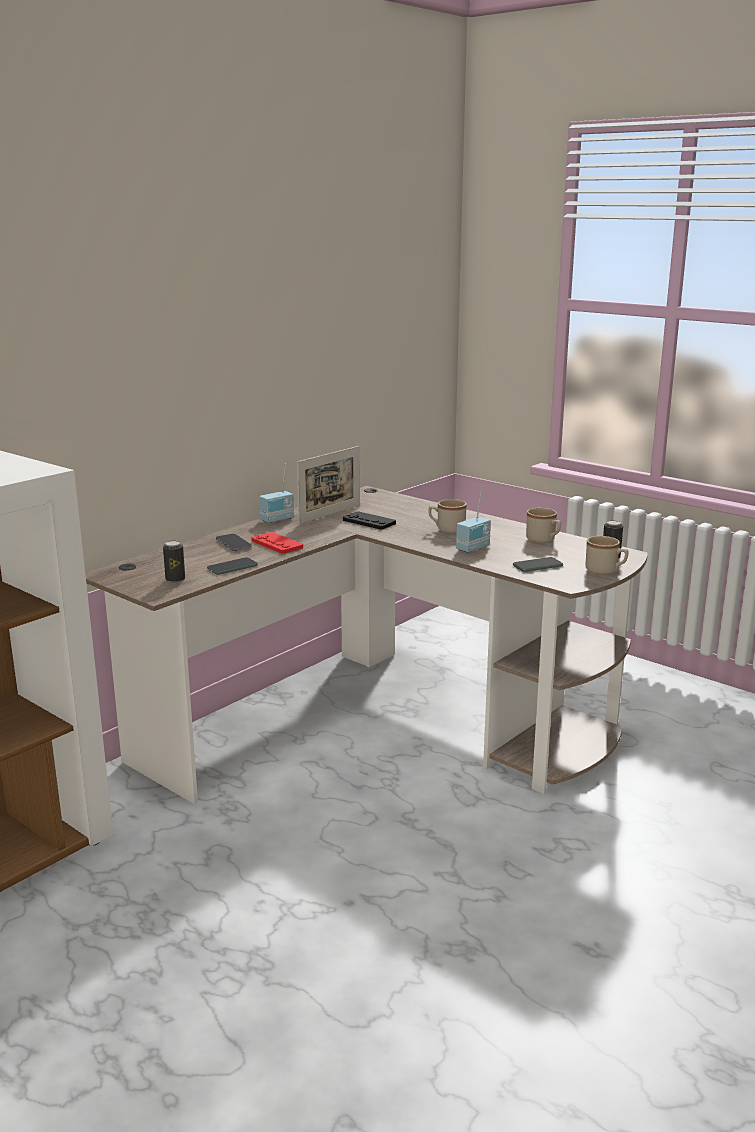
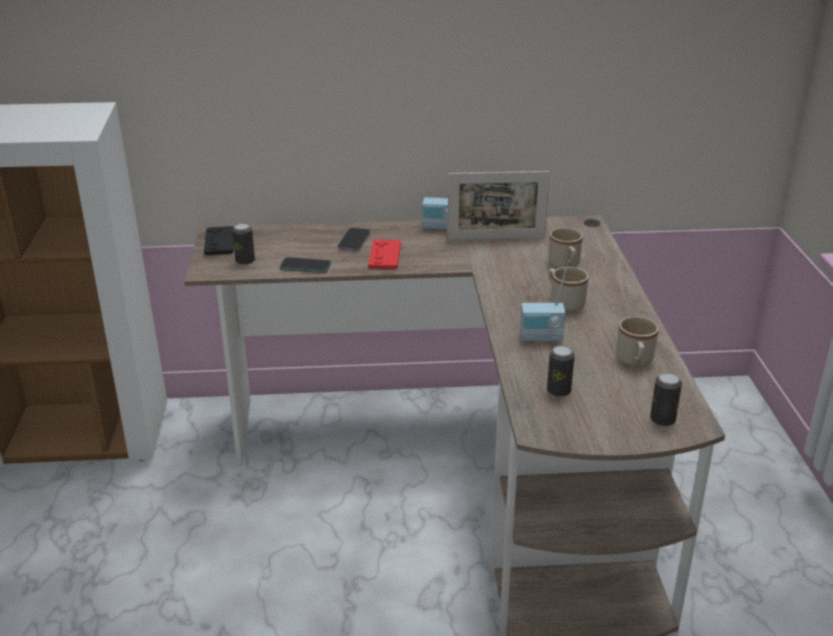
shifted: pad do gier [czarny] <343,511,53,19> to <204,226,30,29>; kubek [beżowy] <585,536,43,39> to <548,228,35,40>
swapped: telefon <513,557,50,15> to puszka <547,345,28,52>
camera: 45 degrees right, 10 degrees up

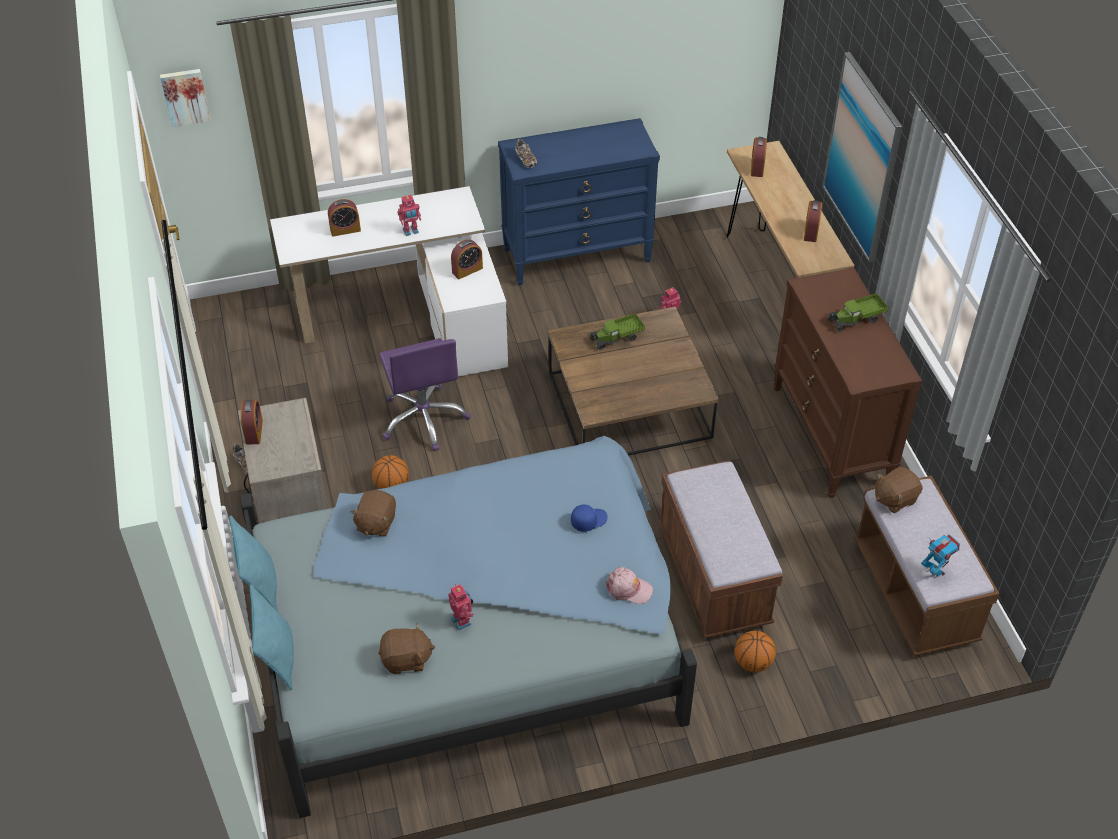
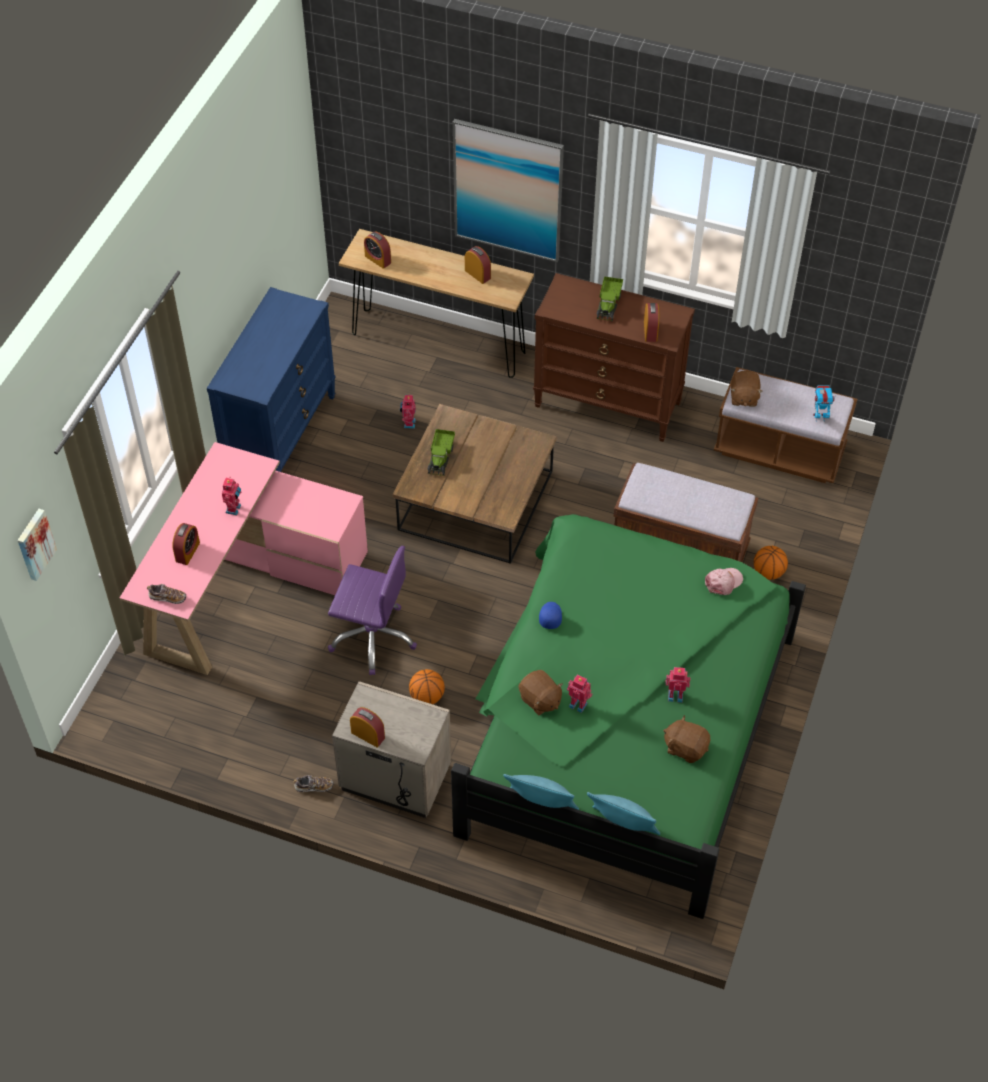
new: robot zabawkowy <567,675,25,38>
shifted: budzik <451,239,32,40> to <644,303,15,39>; but <515,139,22,29> to <147,584,39,20>; czapka z daszkiem [niebieski] <571,505,36,27> to <539,602,23,27>
repainted: łóżko [niebieski] <240,436,457,382> to łóżko [zielony] <451,514,355,405>; biurko [biały] <270,186,238,191> to biurko [różowy] <120,442,248,233>
rotated: pluszak [brązowy] <378,623,57,51> = <663,715,47,48> 90 degrees counterclockwise
camera: 55 degrees left, 5 degrees up

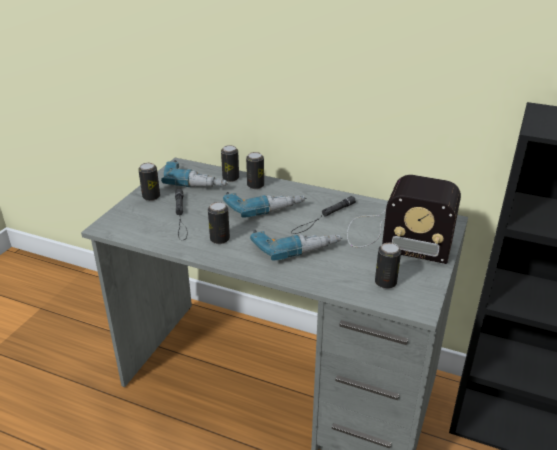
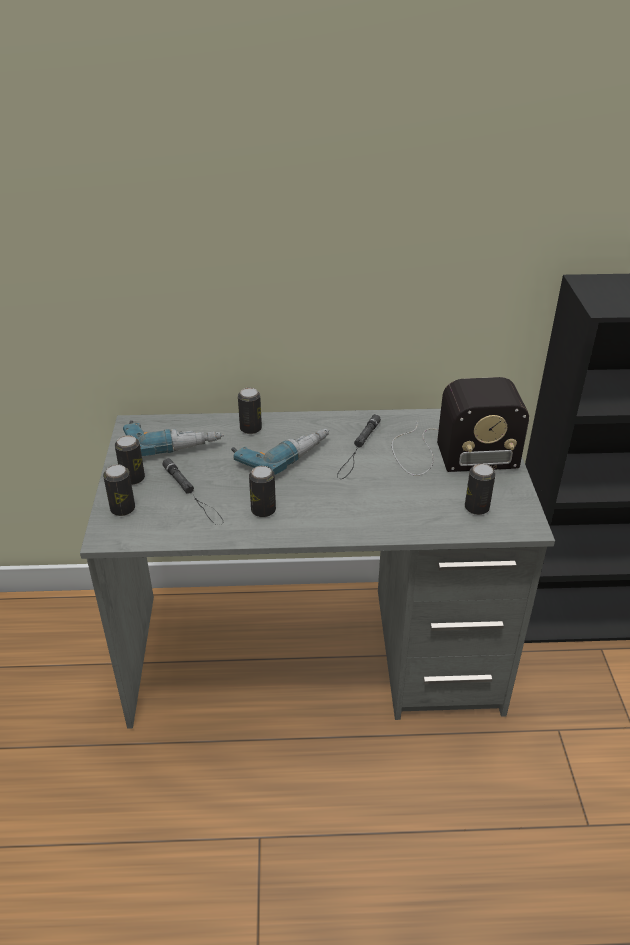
gone: wiertarka <250,230,93,31>
shifted: puszka <221,145,18,37> to <103,464,32,52>
camera: 25 degrees left, 5 degrees up

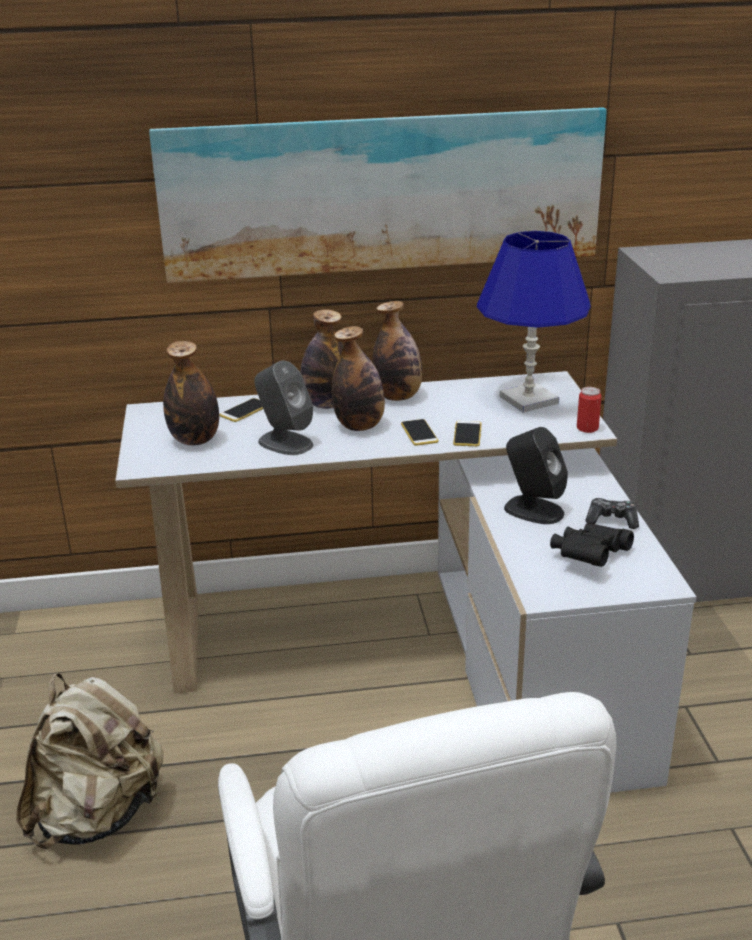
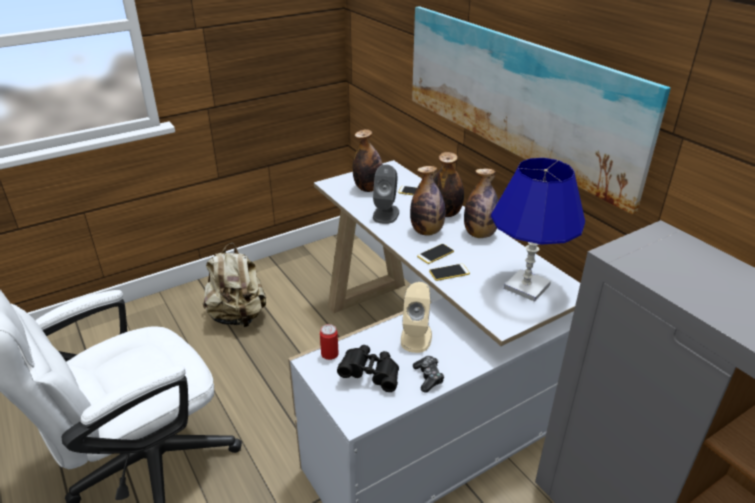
shifted: puszka <577,387,24,46> to <320,324,19,36>
repainted: głośnik [czarny] <504,427,64,97> to głośnik [beżowy] <401,282,31,71>
camera: 65 degrees right, 5 degrees up

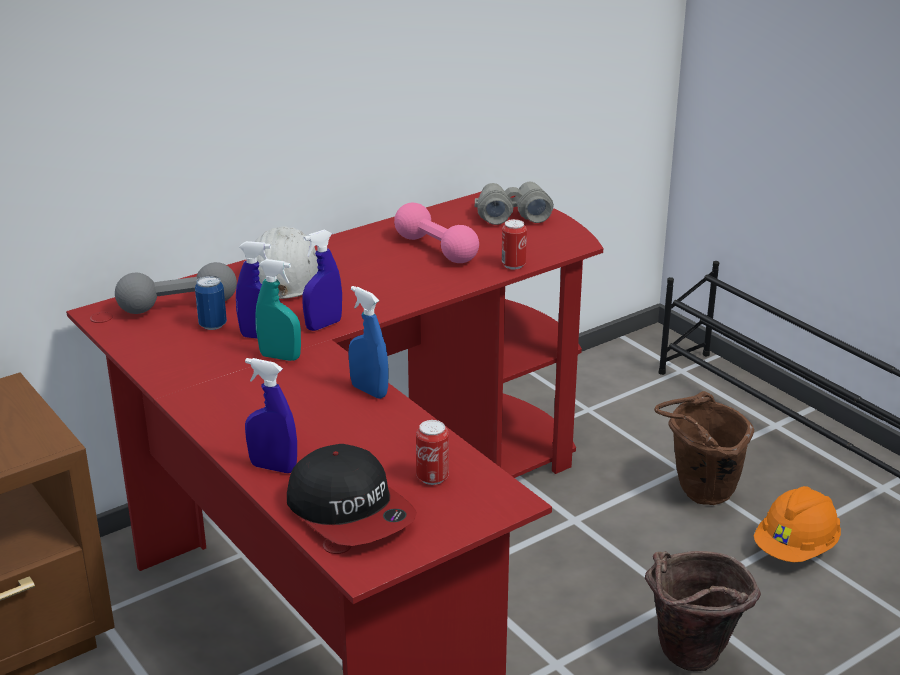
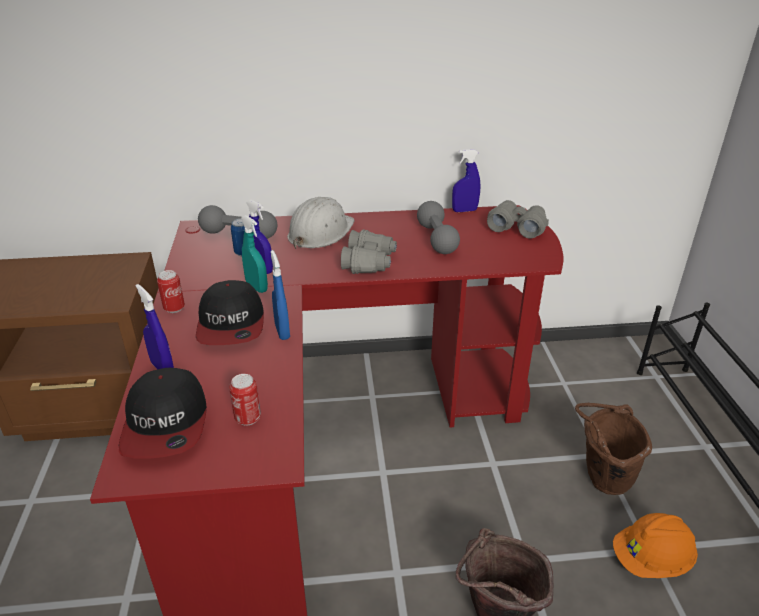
new: czapka z daszkiem <196,280,68,65>; lornetka [szary] <341,229,56,45>
shifted: spryskiwacz [niebieski] <302,230,40,101> to <452,149,28,63>; puszka <502,219,25,51> to <157,270,28,43>
repainted: hantel [różowy] <394,203,85,60> to hantel [szary] <417,201,43,53>
camera: 30 degrees right, 5 degrees up

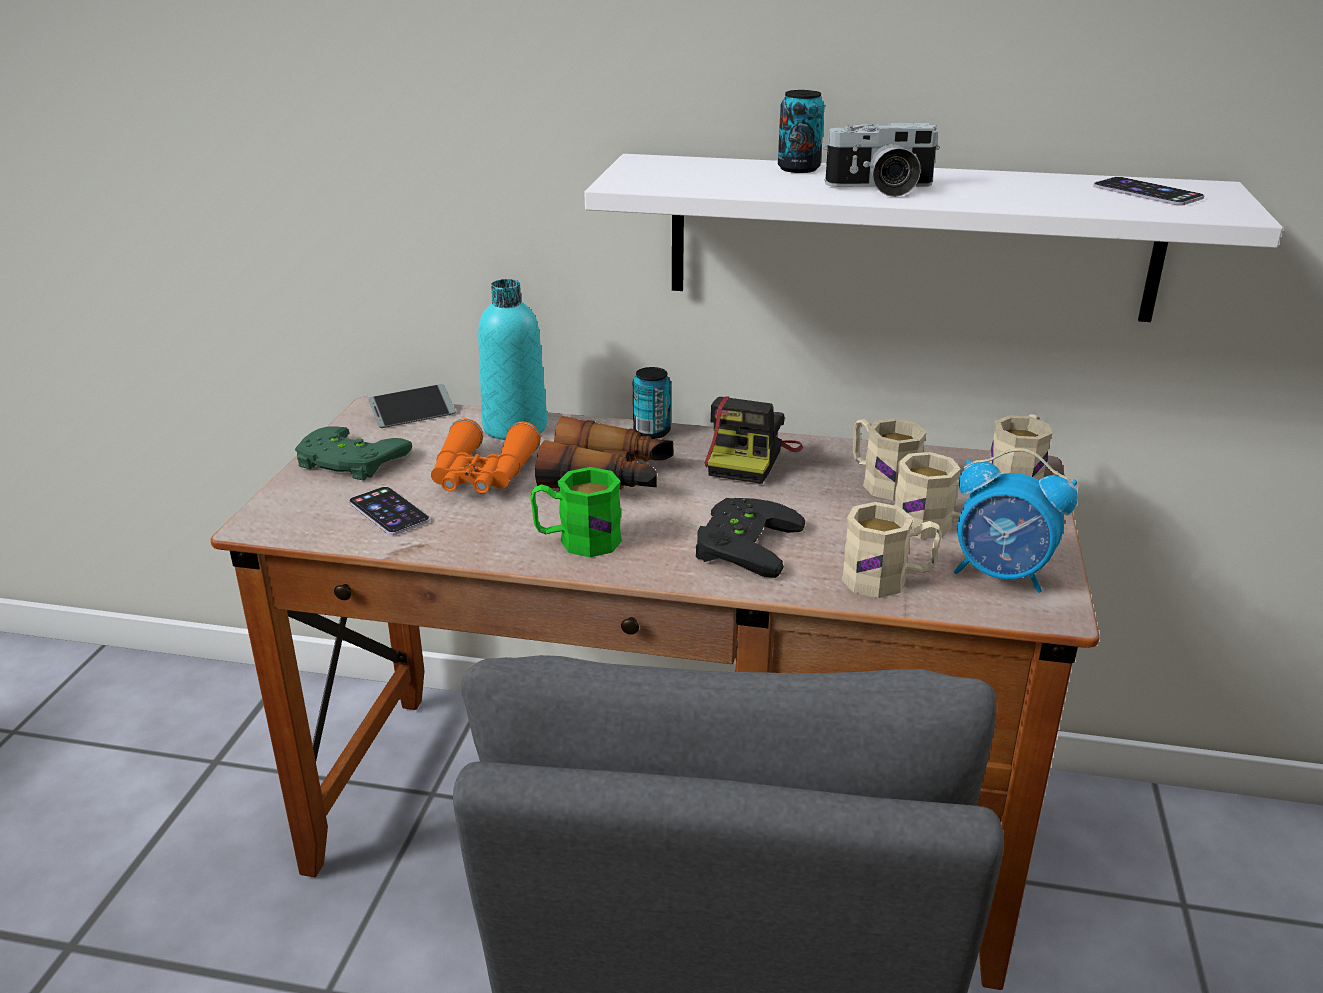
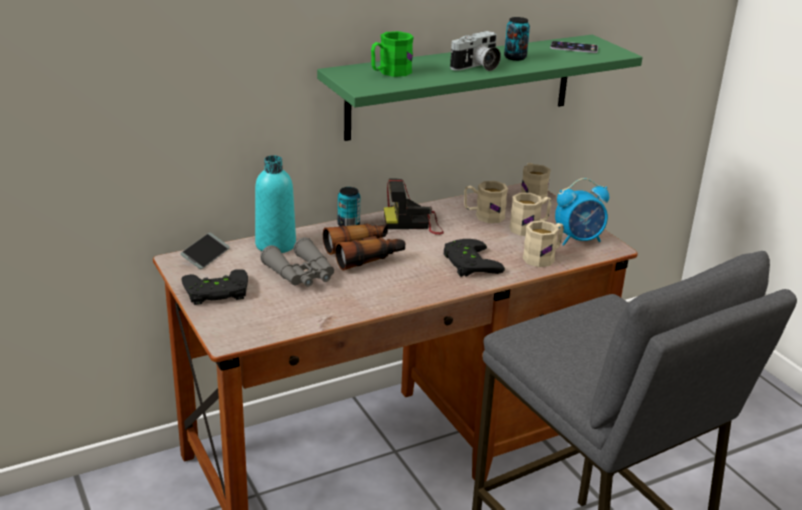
gone: telefon <349,487,81,48>
shifted: kubek [zielony] <530,467,92,90> to <371,31,43,46>; puszka <778,90,46,83> to <504,17,26,44>
repainted: pad do gier [zielony] <295,427,117,54> to pad do gier [czarny] <181,269,67,36>; lornetka [pomarańczowy] <431,418,110,76> to lornetka [szary] <260,237,74,50>; półka [biały] <584,154,699,168> to półka [zielony] <317,35,326,106>
rotated: aparat fotograficzny <705,396,98,88> = <384,178,60,57> 105 degrees clockwise
camera: 40 degrees left, 0 degrees up

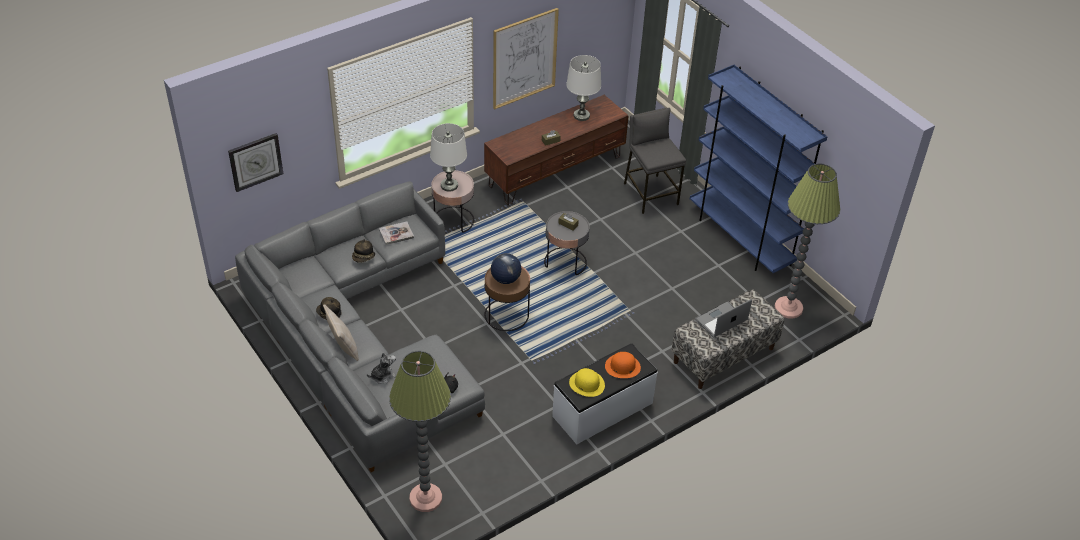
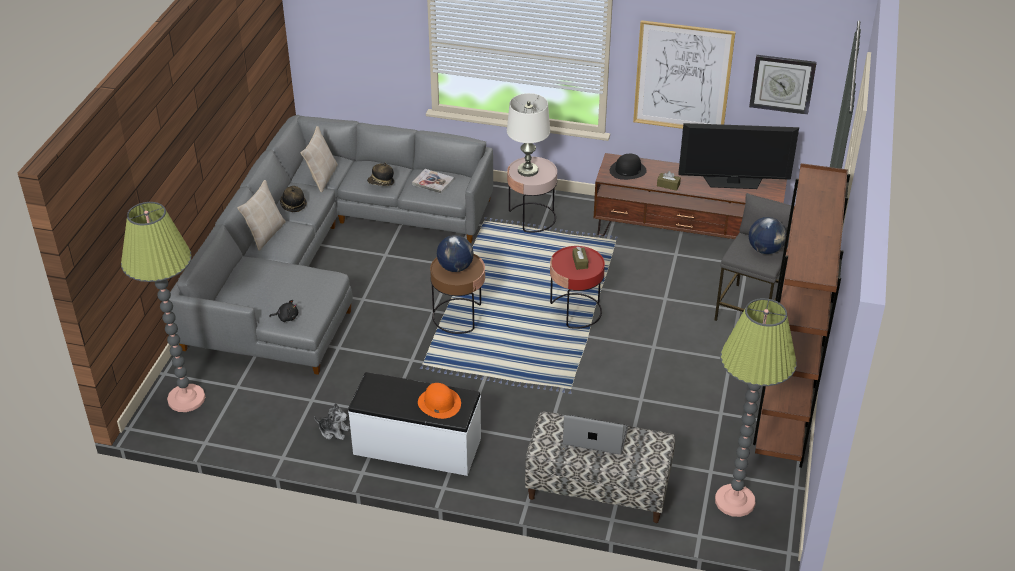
gone: kapelusz [żółty] <569,368,36,29>
new: poduszka [beżowy] <300,126,38,66>; kapelusz [czarny] <610,154,37,26>; globus <749,217,37,37>
shifted: zegar ścienny <228,133,55,59> to <749,55,68,60>; pluszak <367,352,29,32> to <314,403,36,37>
swapped: lampa stołowa [biały] <566,55,35,66> to telewizor <678,123,121,66>
repainted: stolik [szary] <544,211,46,64> to stolik [czerwony] <550,246,55,83>; regał [niebieski] <690,65,138,208> to regał [brązowy] <753,163,97,305>
camera: 50 degrees right, 5 degrees down

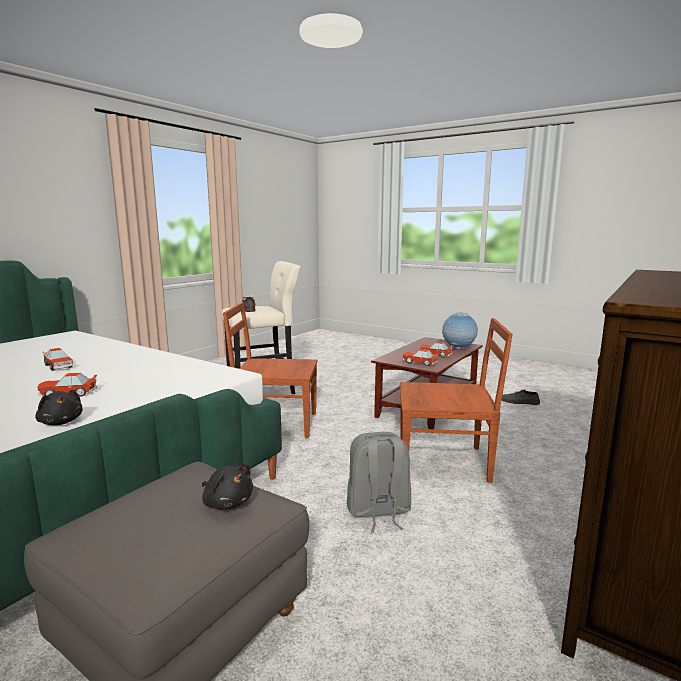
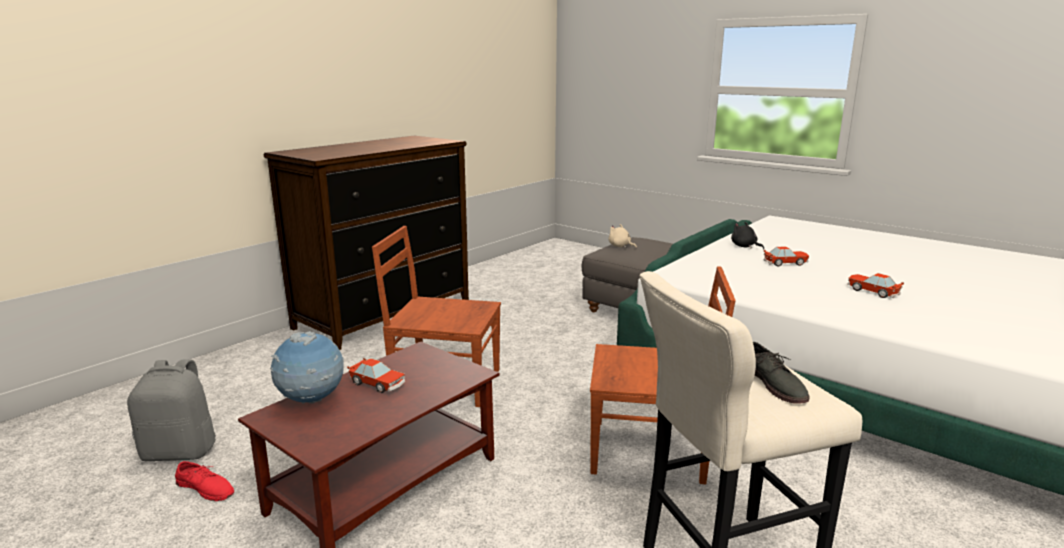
gone: samochodzik <402,349,36,17>
shifted: plecak [szary] <347,432,64,101> to <127,360,89,101>
repainted: pluszak [czarny] <202,463,51,47> to pluszak [beżowy] <608,224,29,24>; but [szary] <502,389,38,16> to but [czerwony] <175,461,59,40>
camera: 175 degrees left, 5 degrees up

